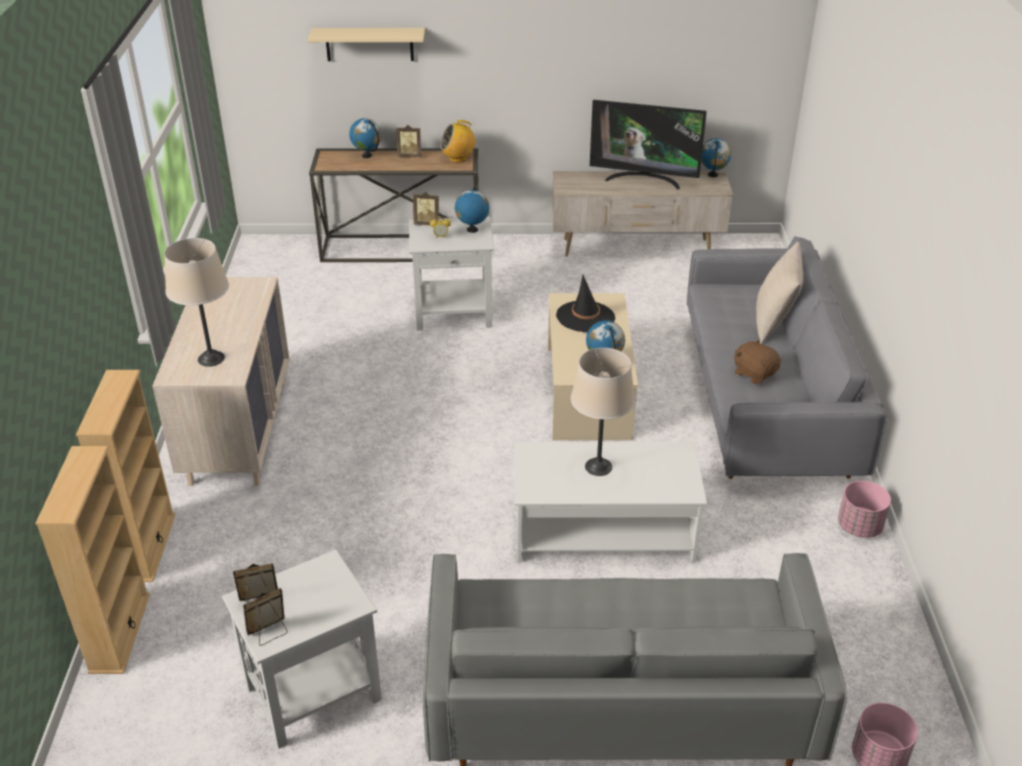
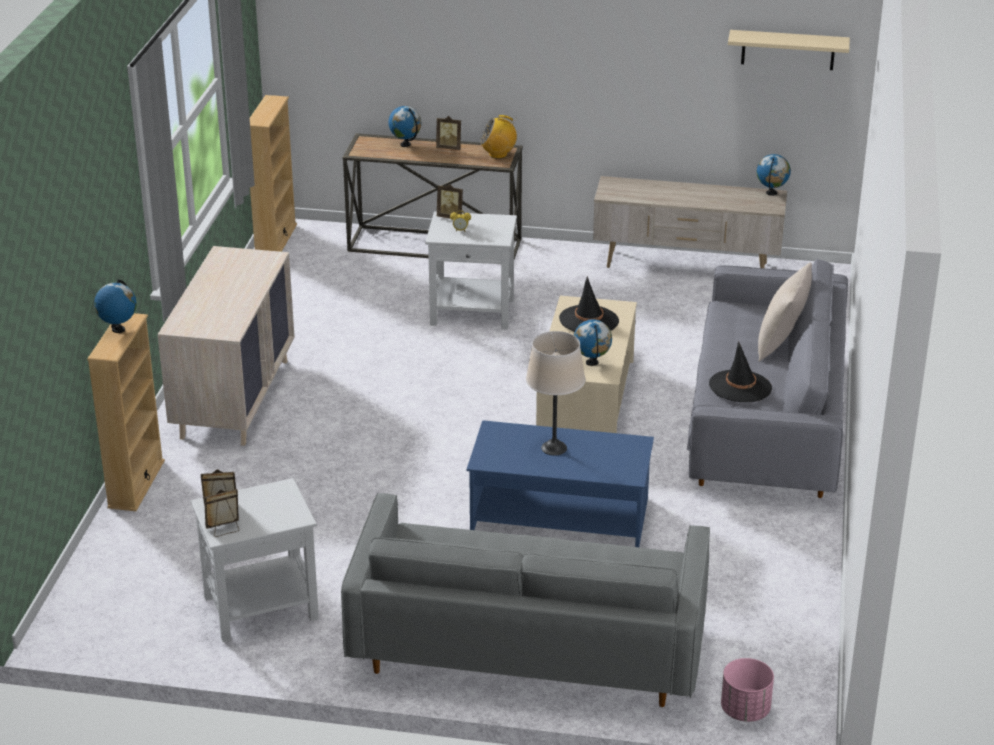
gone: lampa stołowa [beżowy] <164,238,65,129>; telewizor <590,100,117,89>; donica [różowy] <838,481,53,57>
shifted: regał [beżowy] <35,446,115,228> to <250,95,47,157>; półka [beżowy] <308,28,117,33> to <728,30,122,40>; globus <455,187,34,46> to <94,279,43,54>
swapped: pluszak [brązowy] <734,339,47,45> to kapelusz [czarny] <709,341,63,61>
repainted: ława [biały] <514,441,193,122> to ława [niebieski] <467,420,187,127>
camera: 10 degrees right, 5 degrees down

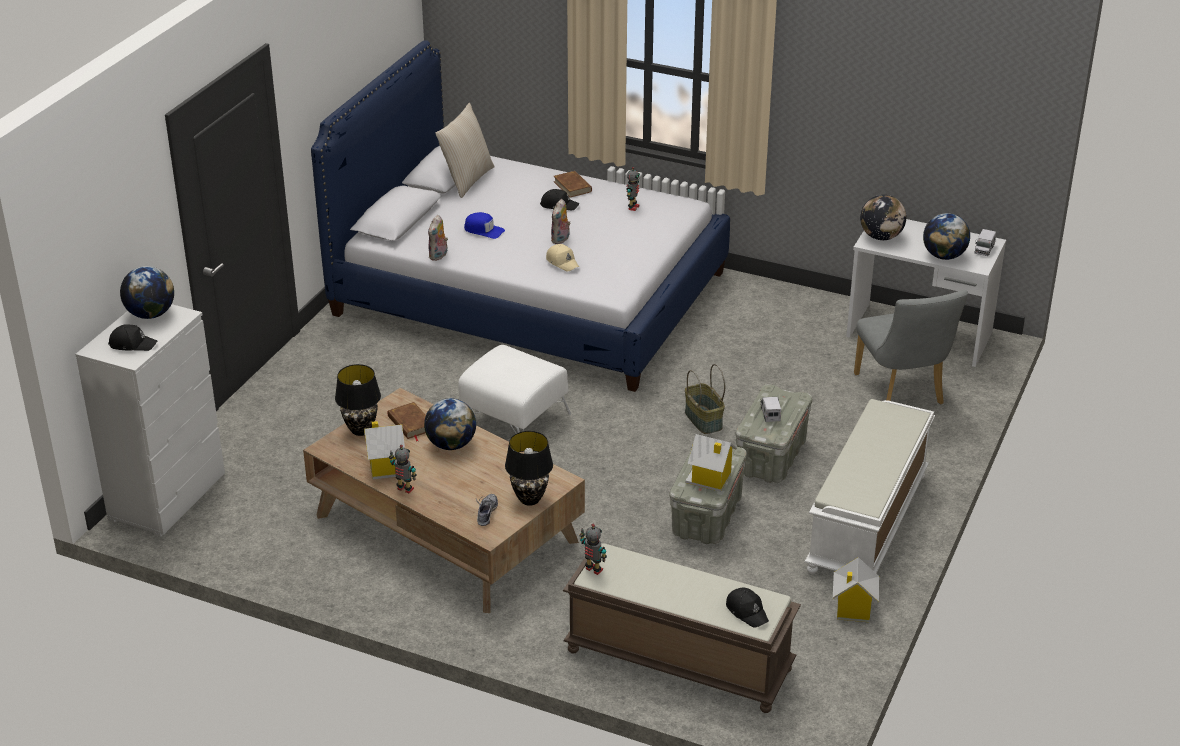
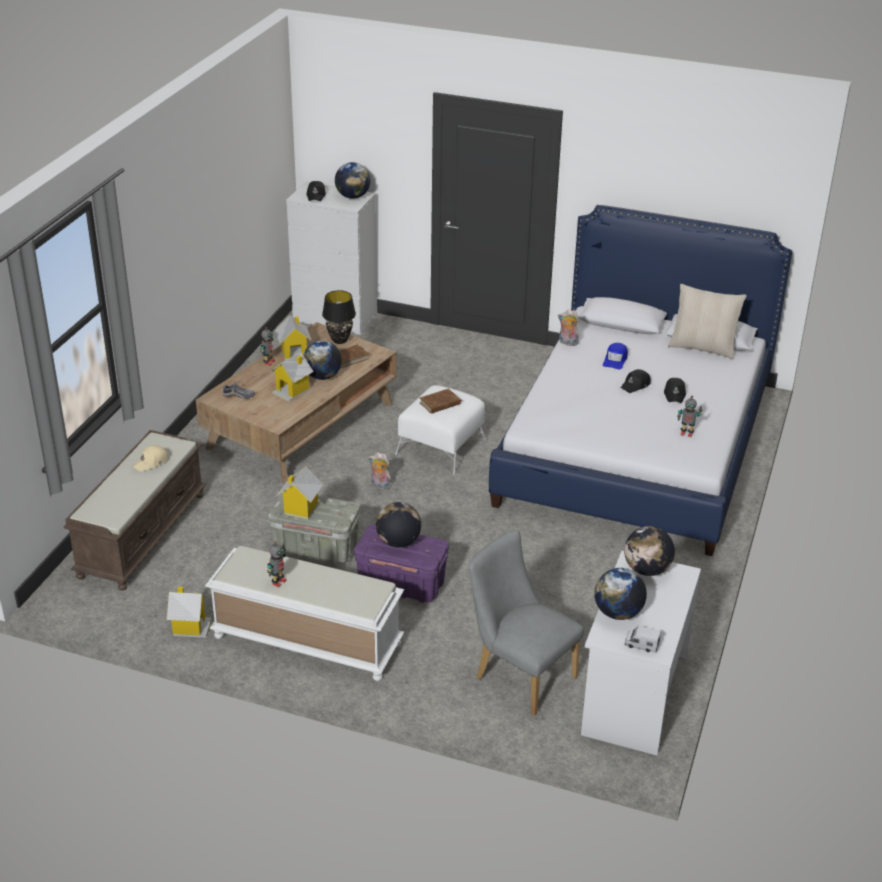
gone: lampa stołowa [czarny] <505,431,48,75>; koszyk <685,364,40,70>
new: domek <270,352,44,50>
shifted: czapka z daszkiem [beżowy] <546,244,33,28> to <133,445,36,27>; pluszak <551,199,20,45> to <368,453,24,37>; książka [brązowy] <554,171,38,27> to <420,389,43,24>; robot zabawkowy <579,524,28,51> to <267,542,20,45>; czapka z daszkiem [czarny] <726,588,43,40> to <620,369,31,24>
swapped: ciężarówka zabawkowa <761,397,20,25> to globus <376,502,45,45>
repainted: pojemnik do przechowywania [szary] <736,384,76,99> to pojemnik do przechowywania [fioletowy] <354,524,95,79>
rotated: krzesło [szary] <854,290,114,114> = <468,530,116,186> 60 degrees clockwise
camera: 85 degrees right, 0 degrees up

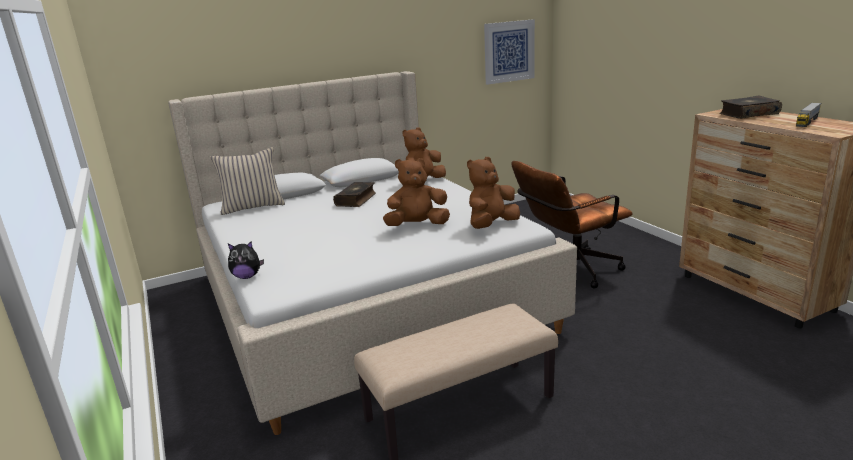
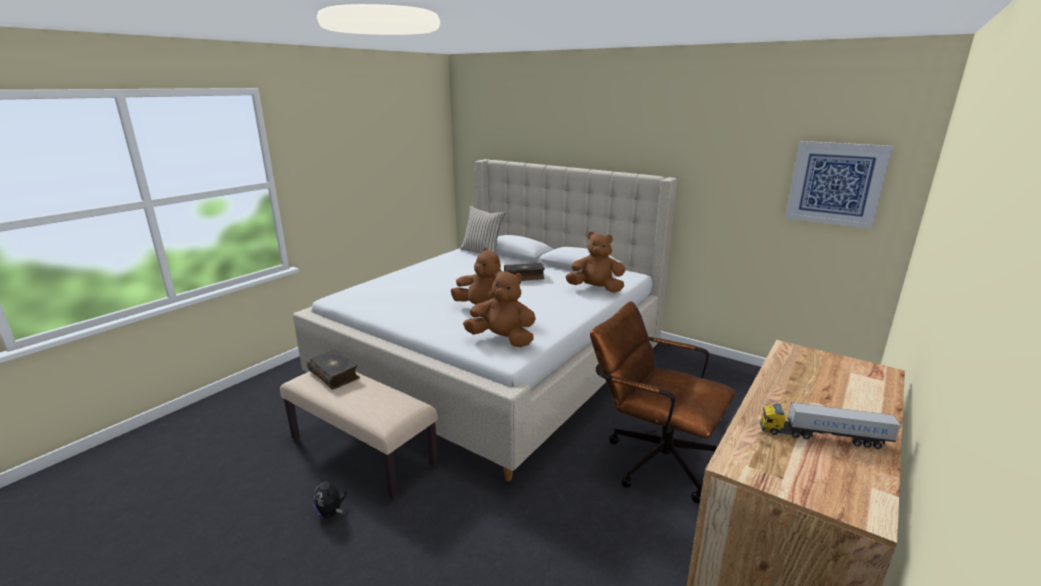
shifted: pluszak <228,242,36,37> to <313,477,34,41>; książka <719,96,63,23> to <307,350,53,40>
camera: 60 degrees right, 0 degrees up

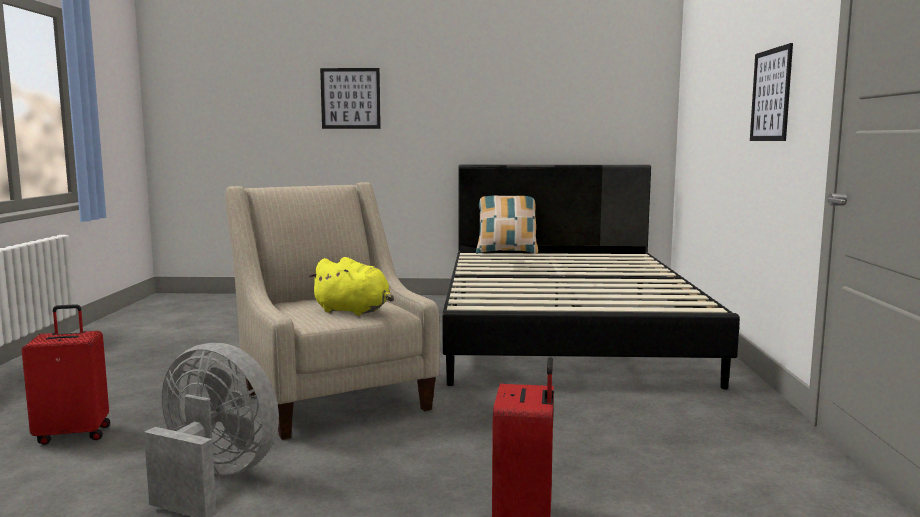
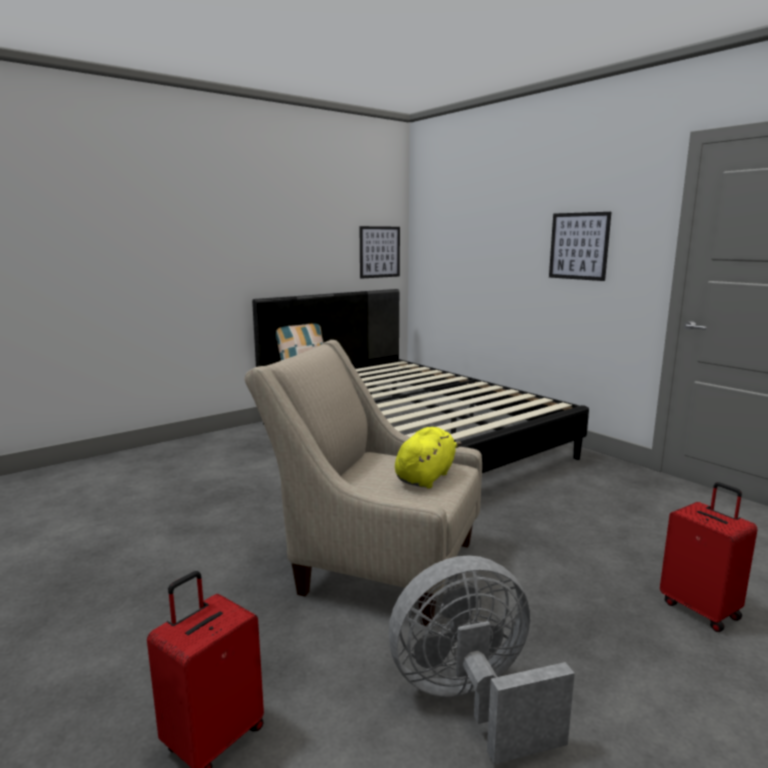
shifted: obraz <320,68,61,61> to <360,226,40,53>
rotated: pluszak [żółty] <309,257,85,59> = <395,427,67,62> 45 degrees counterclockwise
camera: 40 degrees left, 5 degrees up

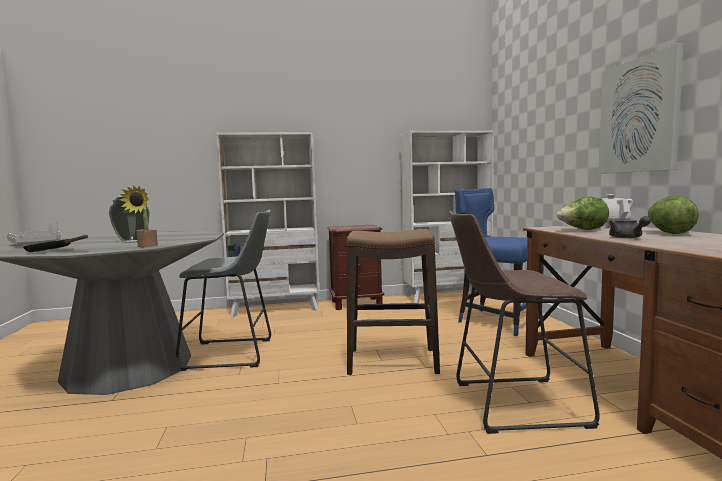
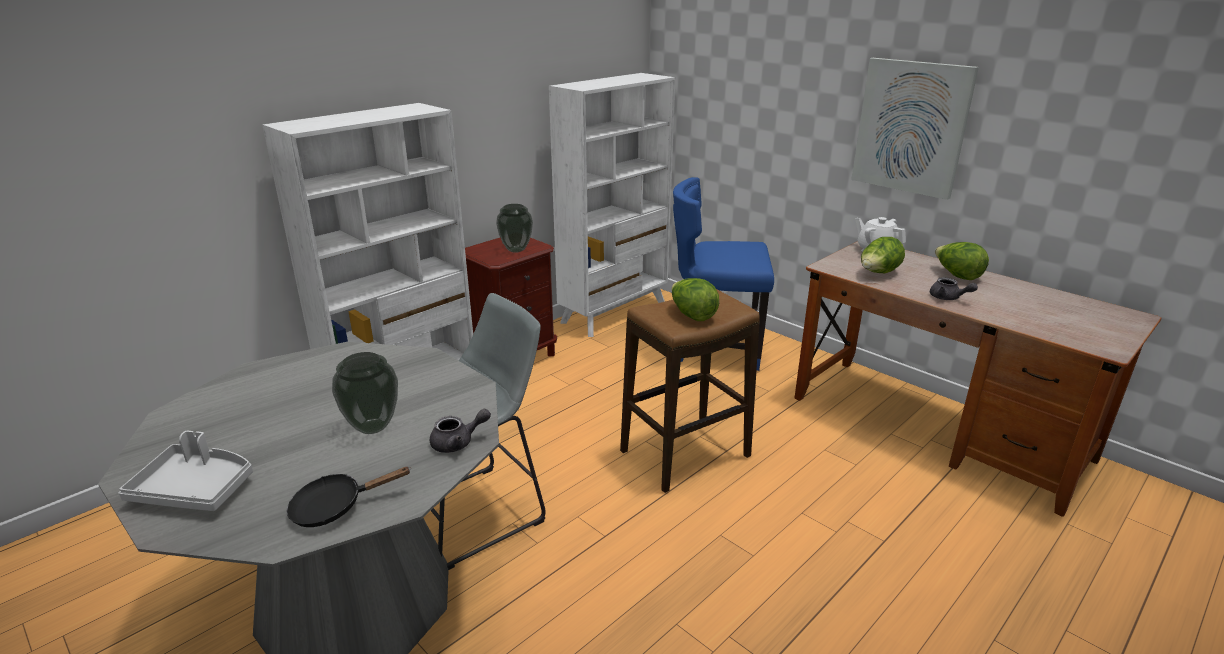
gone: stołek [brązowy] <449,210,151,224>
new: wazon <496,204,37,49>; sałata <672,278,47,43>
swapped: roślina doniczkowa <120,185,38,62> to imbryk [szary] <430,409,61,44>
camera: 35 degrees left, 20 degrees up

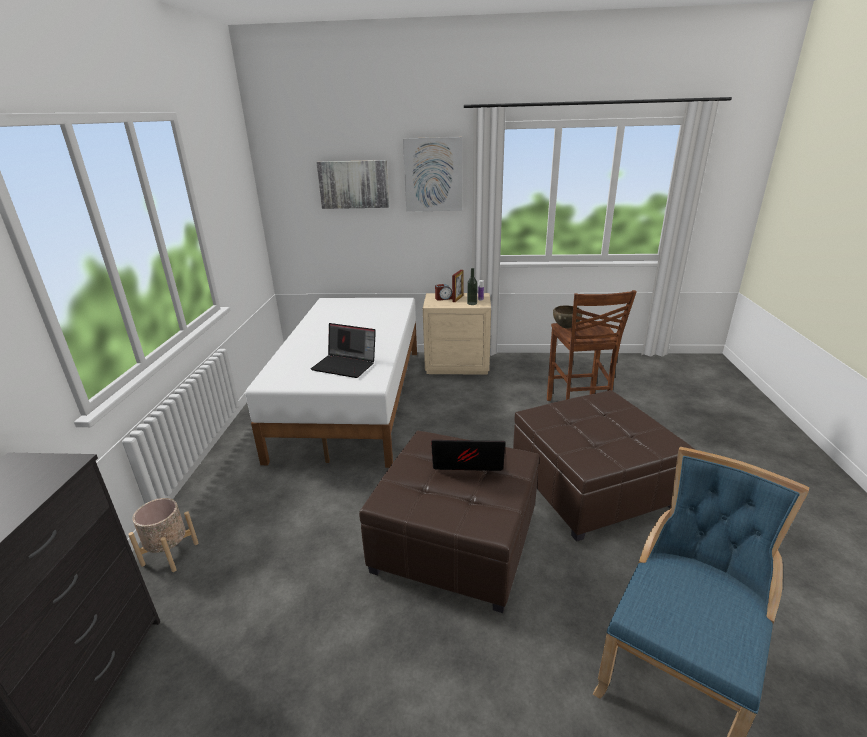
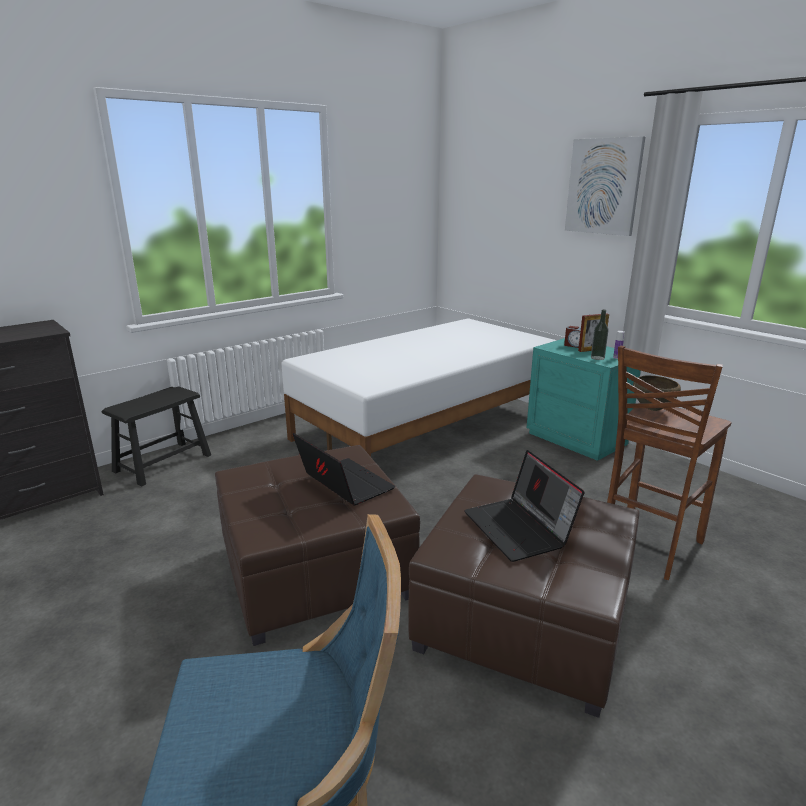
gone: obraz <316,160,73,49>
shifted: laptop <311,323,65,55> to <464,450,121,112>
swapped: donica [beżowy] <128,498,70,74> to stołek [czarny] <101,386,110,101>
repainted: szafka nocna [beżowy] <423,293,68,82> to szafka nocna [turkusowy] <526,338,115,123>
camera: 45 degrees right, 5 degrees down

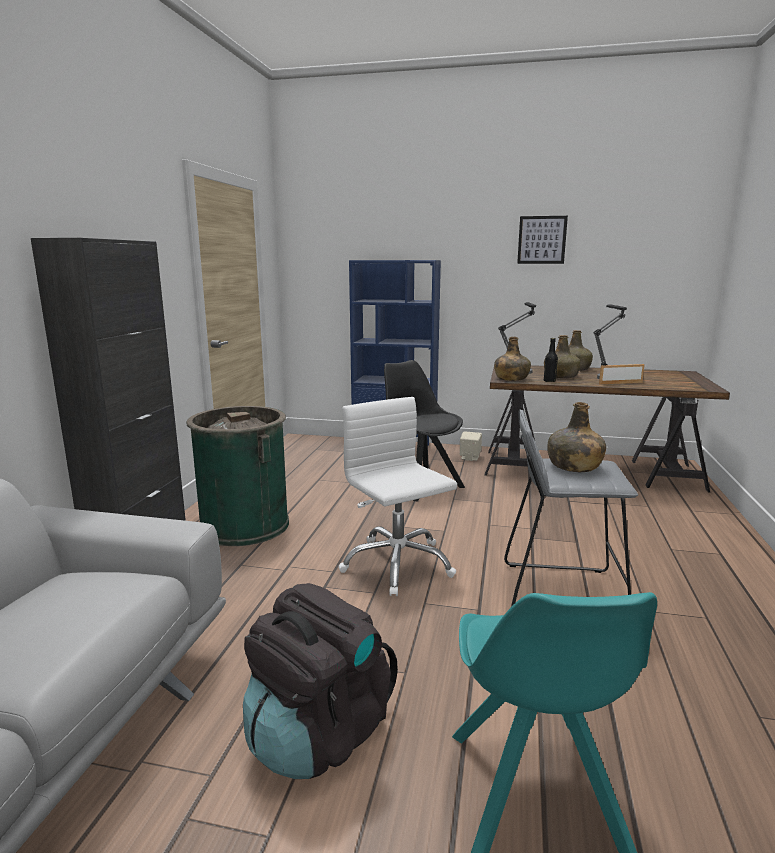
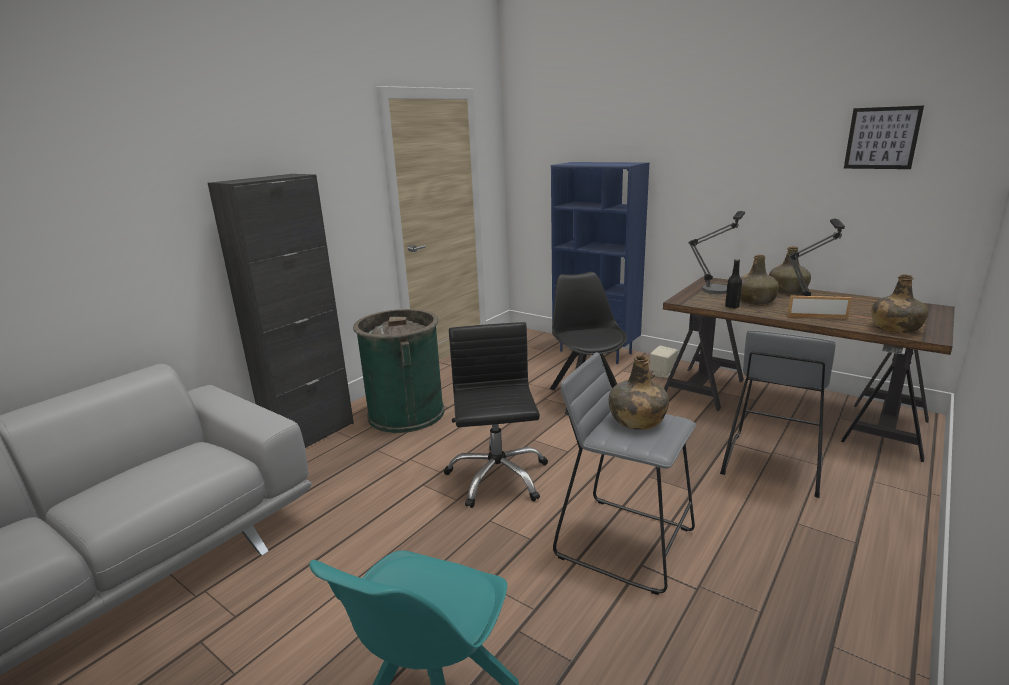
gone: plecak [czarny] <243,583,155,196>
new: stołek [szary] <720,330,115,168>
shifted: butelka [zielony] <494,337,37,44> to <871,275,57,58>; obraz <517,216,51,48> to <844,106,80,63>
repainted: krzesło biurowe [biały] <339,397,118,199> to krzesło biurowe [czarny] <444,322,104,186>
camera: 25 degrees right, 5 degrees up

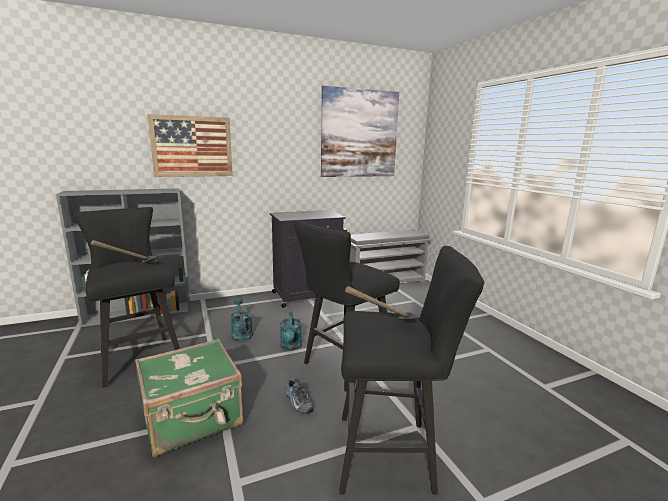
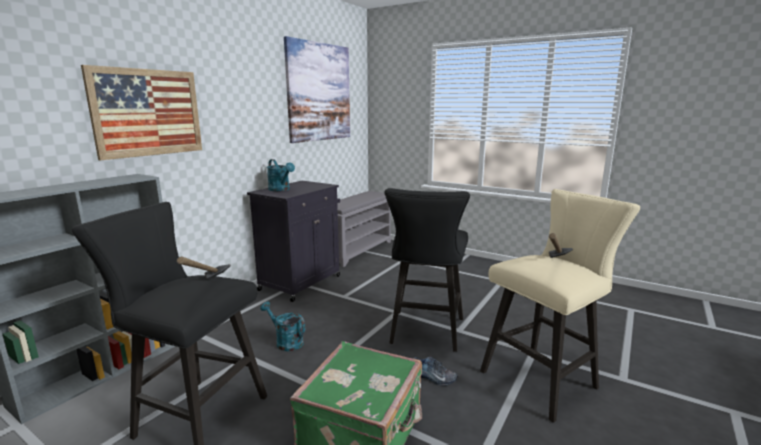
shifted: konewka [turkusowy] <280,312,22,39> to <267,159,28,32>
repainted: stołek [czarny] <339,246,146,249> to stołek [beżowy] <480,189,160,234>
camera: 35 degrees left, 0 degrees up

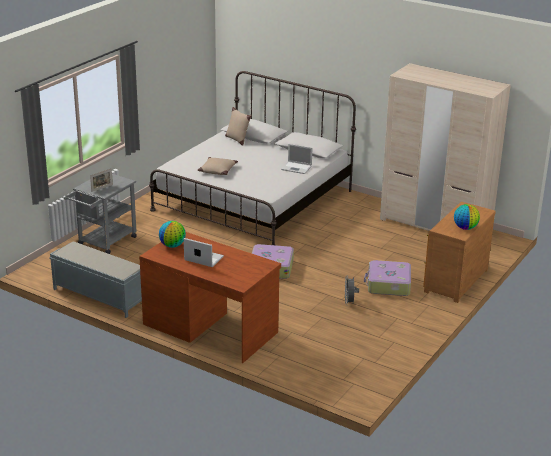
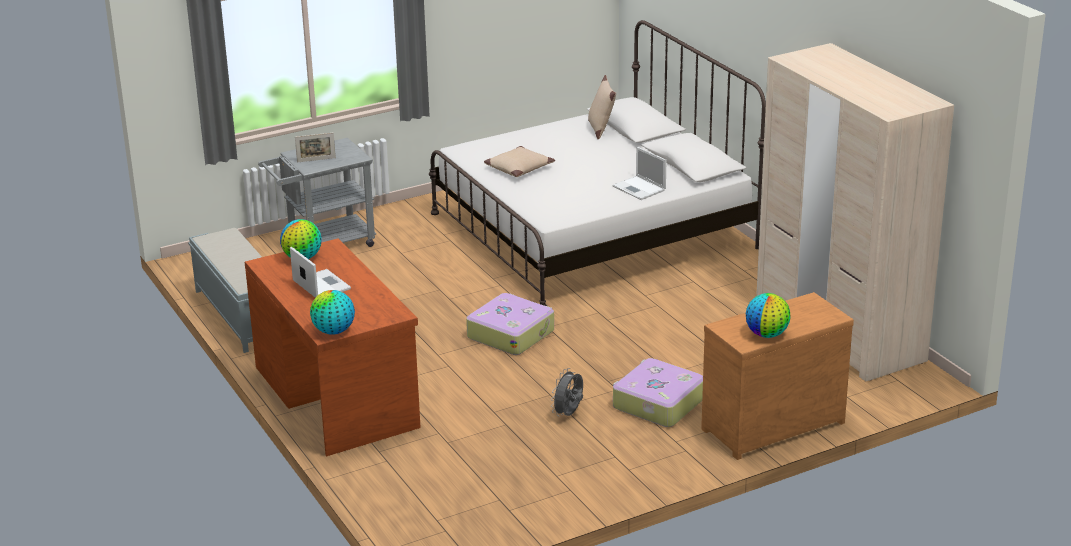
new: globus <310,290,45,45>
camera: 30 degrees right, 0 degrees up

